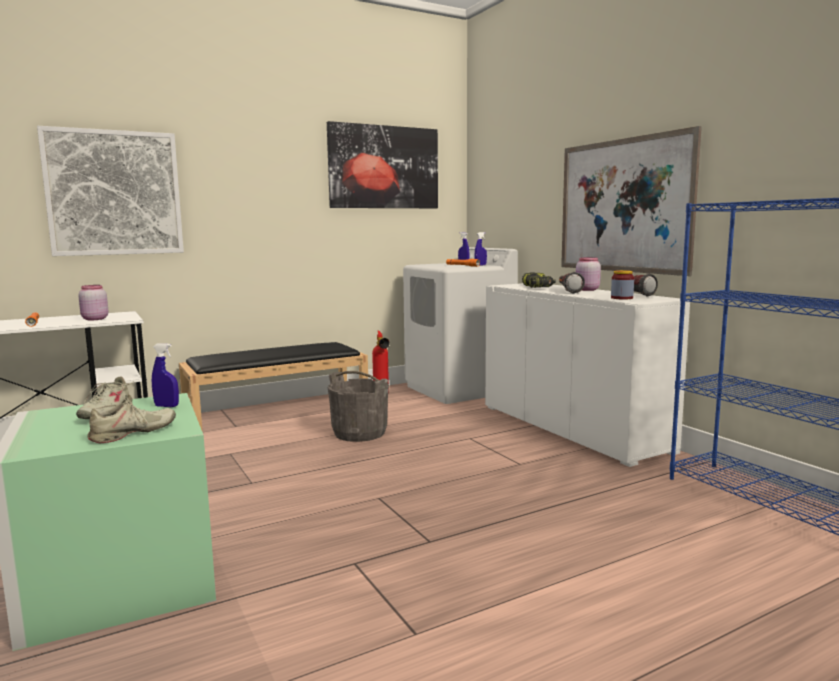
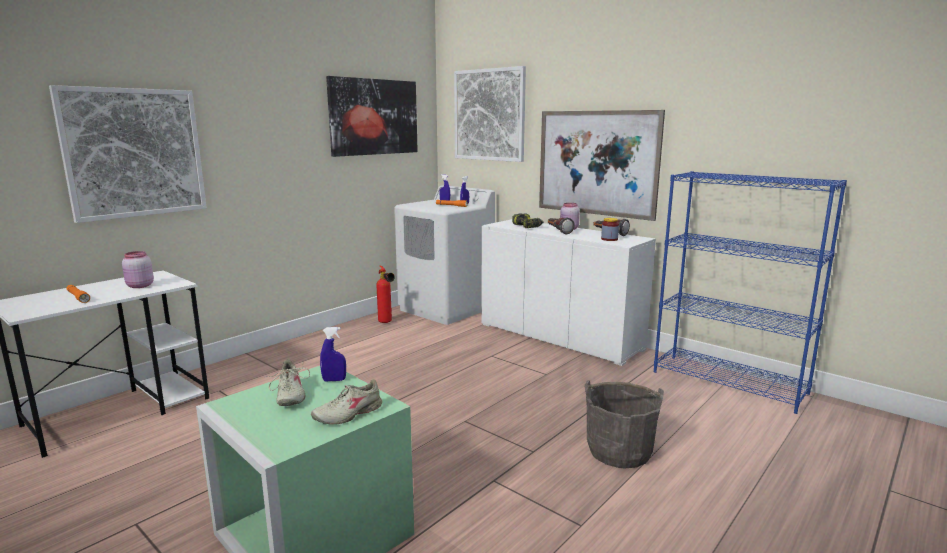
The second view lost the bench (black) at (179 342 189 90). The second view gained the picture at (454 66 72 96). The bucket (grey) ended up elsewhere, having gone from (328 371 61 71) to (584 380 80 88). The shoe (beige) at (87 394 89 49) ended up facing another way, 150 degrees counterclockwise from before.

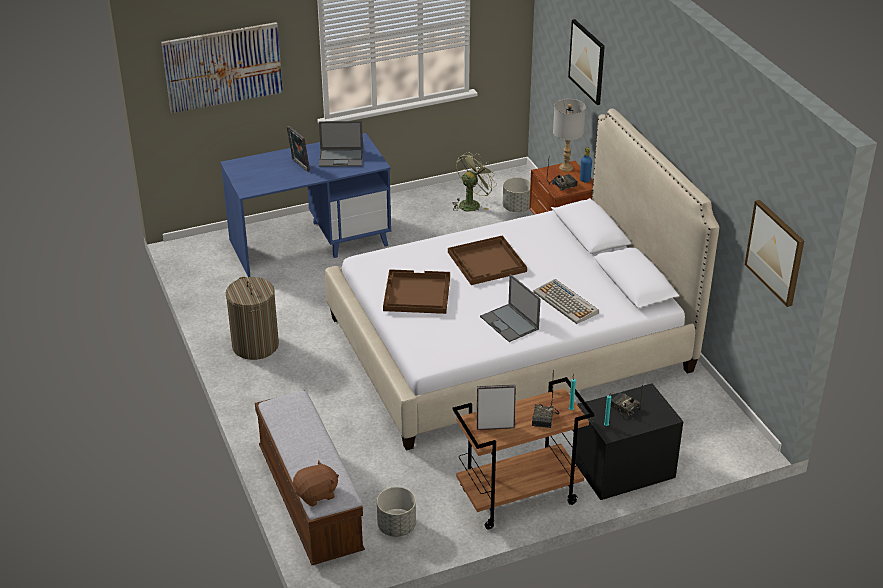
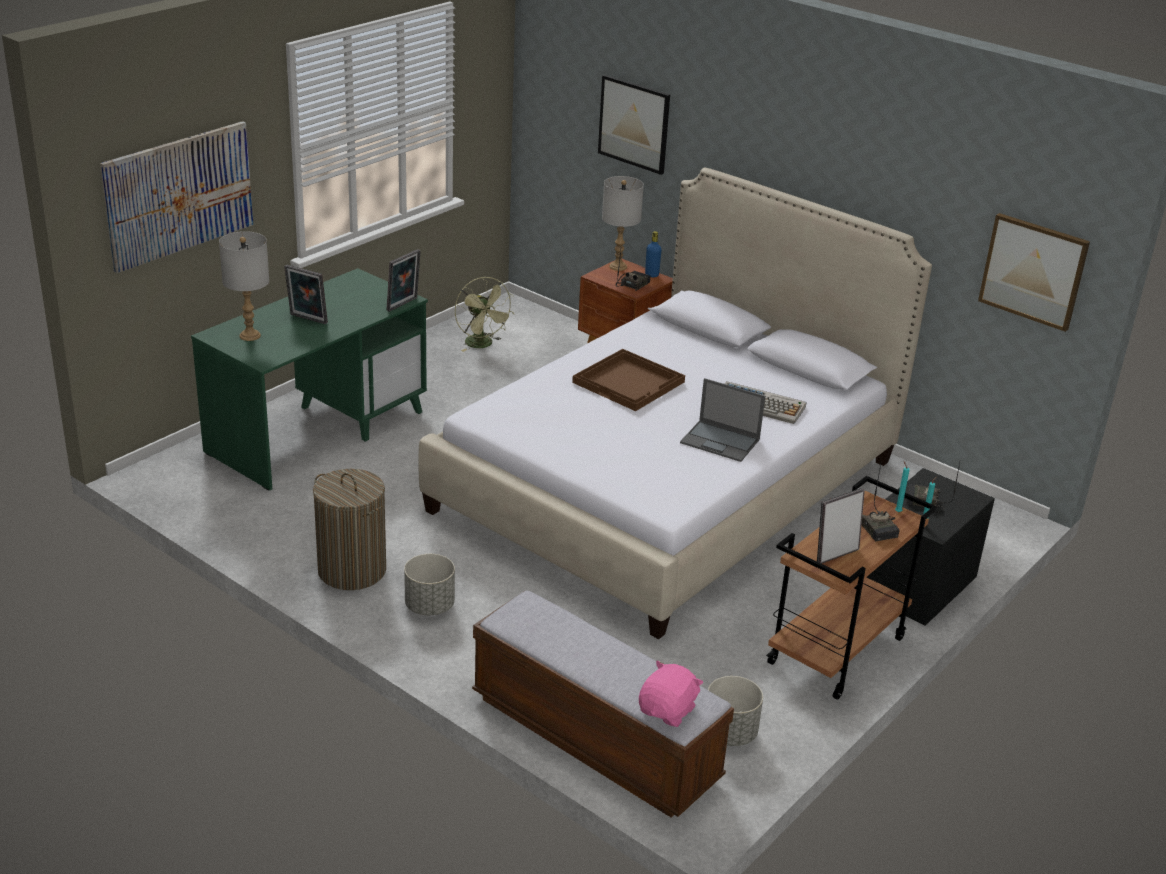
The second view lost the laptop at (319 121 44 46). The second view lost the tray (brown) at (383 269 67 45). The second view gained the table lamp (grey) at (219 231 50 110). The second view gained the picture frame at (387 249 34 63). The planter (grey) ended up elsewhere, having gone from (503 177 27 35) to (404 554 51 61). What was the desk (blue) at (220 133 172 144) turned into the desk (green) at (191 268 237 223). What was the plush toy (brown) at (293 461 46 45) turned into the plush toy (pink) at (639 661 64 66). The fan (green) at (452 152 43 60) ended up facing another way, 135 degrees clockwise from before.

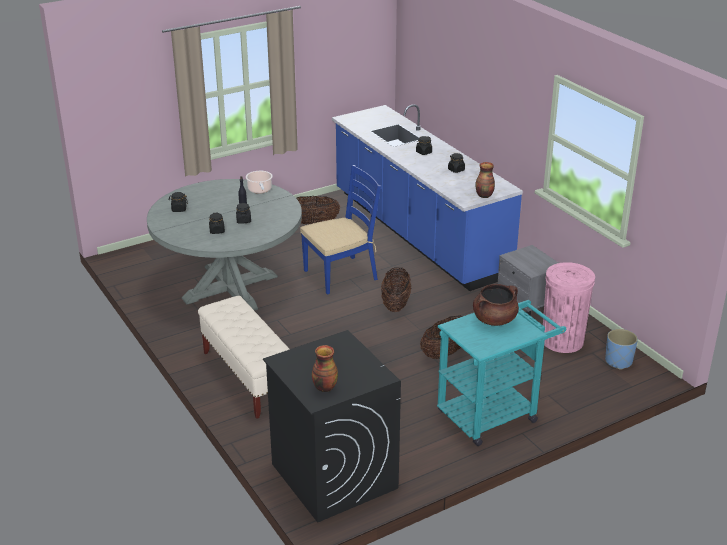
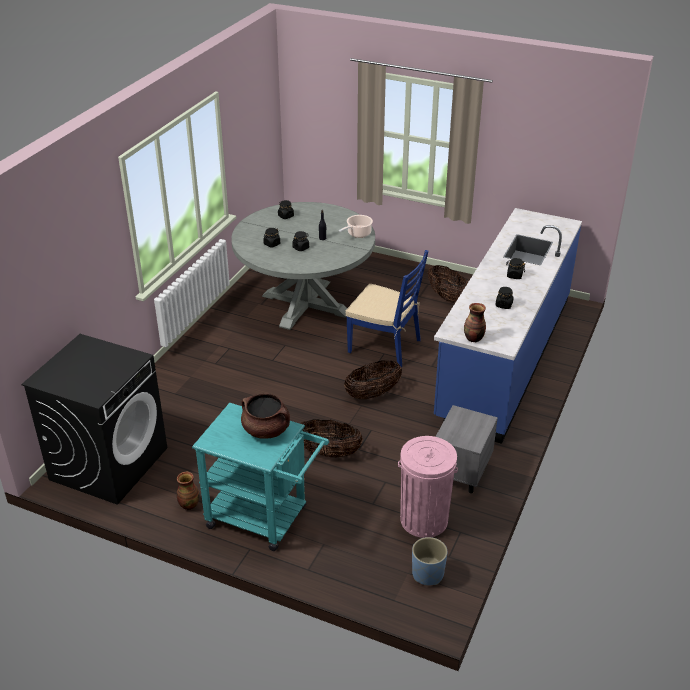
The second view lost the bench (beige) at (198 296 92 123). The vase ended up elsewhere, having gone from (312 345 26 47) to (177 472 22 38).

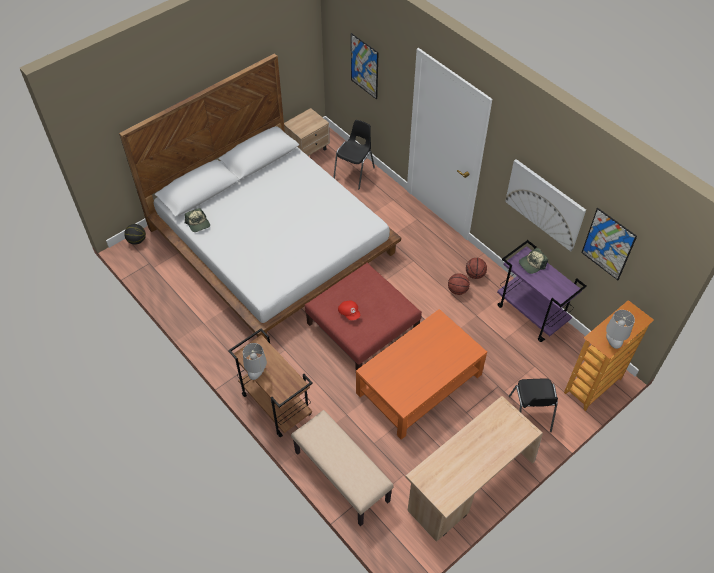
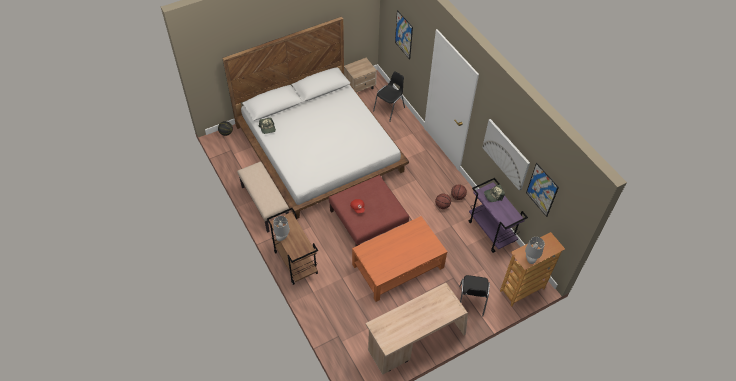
The bench (beige) ended up elsewhere, having gone from (291 410 103 116) to (237 161 52 72).

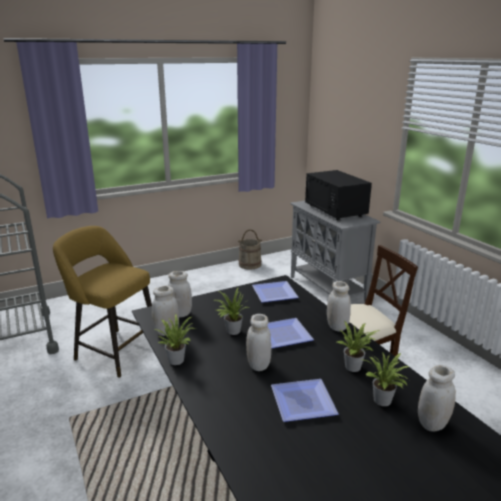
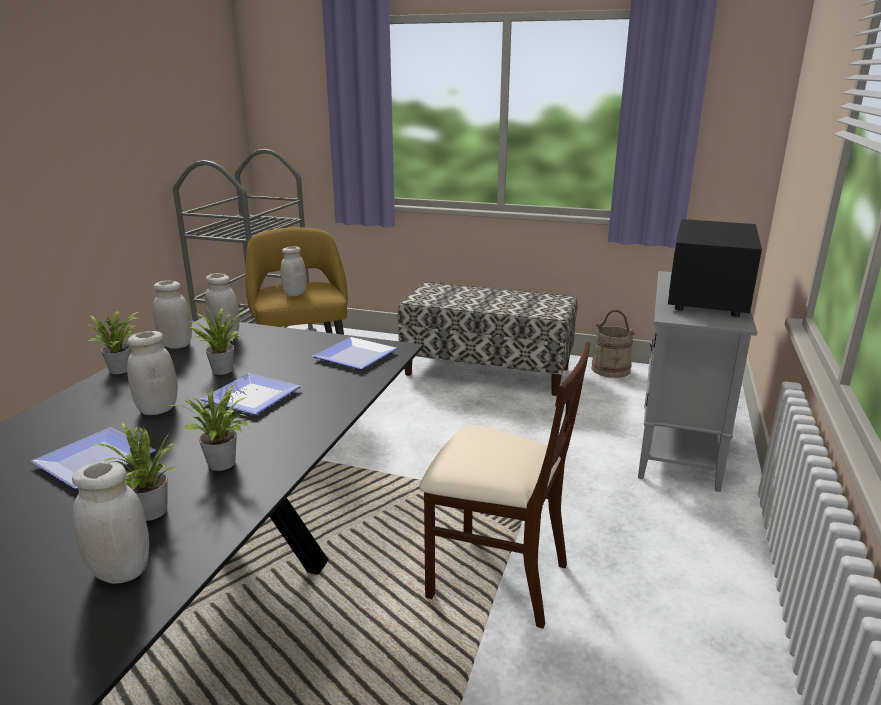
The second view gained the bench at (398 282 179 114). The jar (white) ended up elsewhere, having gone from (327 281 24 50) to (281 246 26 50).

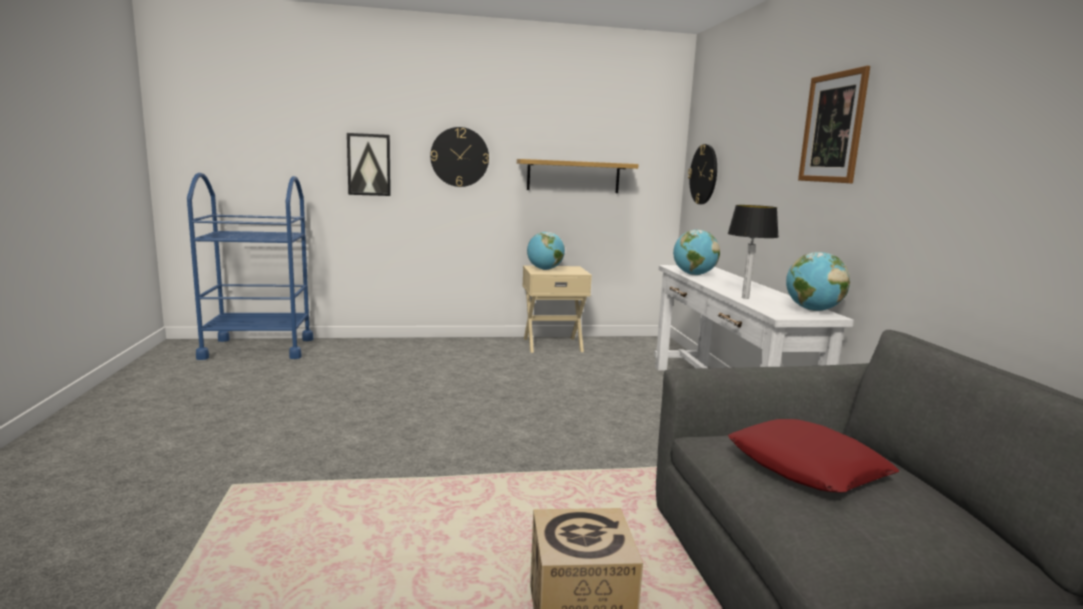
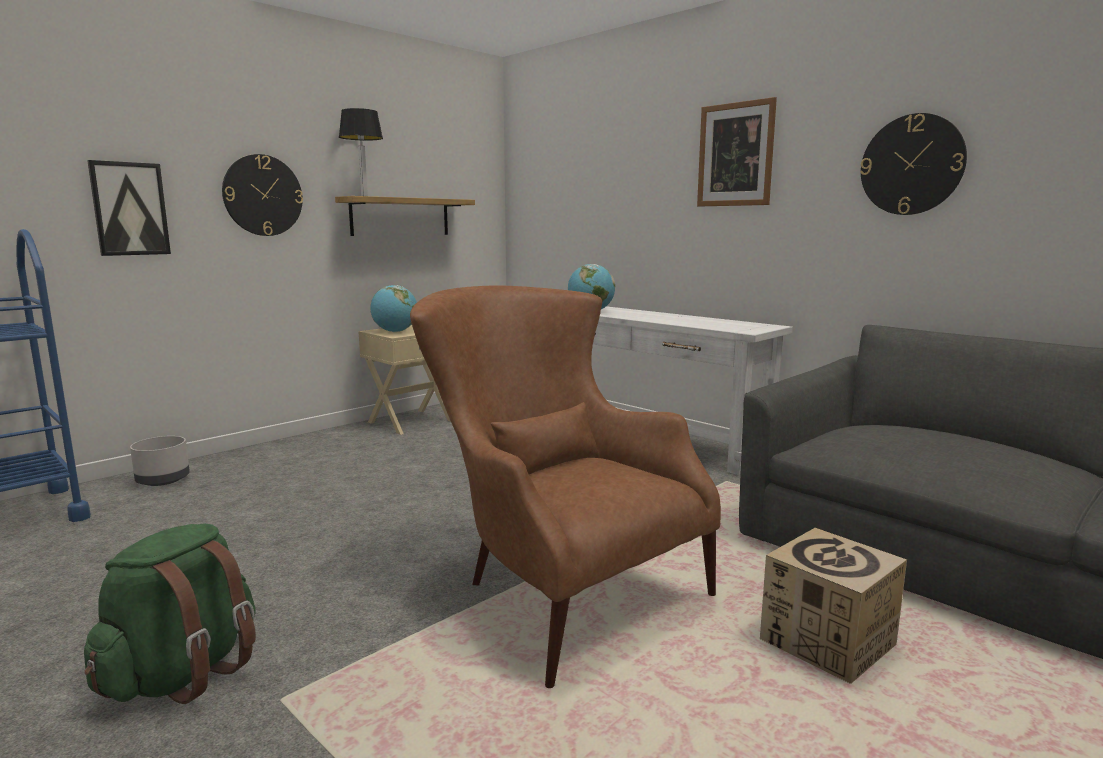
The second view lost the pillow (red) at (728 419 171 73). The second view lost the globe at (786 252 64 59). The second view gained the backpack (green) at (84 523 172 181). The second view gained the planter (grey) at (130 436 60 50). The second view gained the armchair (brown) at (410 286 311 402). The wall clock ended up elsewhere, having gone from (688 144 29 60) to (860 113 107 102). The table lamp ended up elsewhere, having gone from (727 205 52 94) to (339 108 44 88).

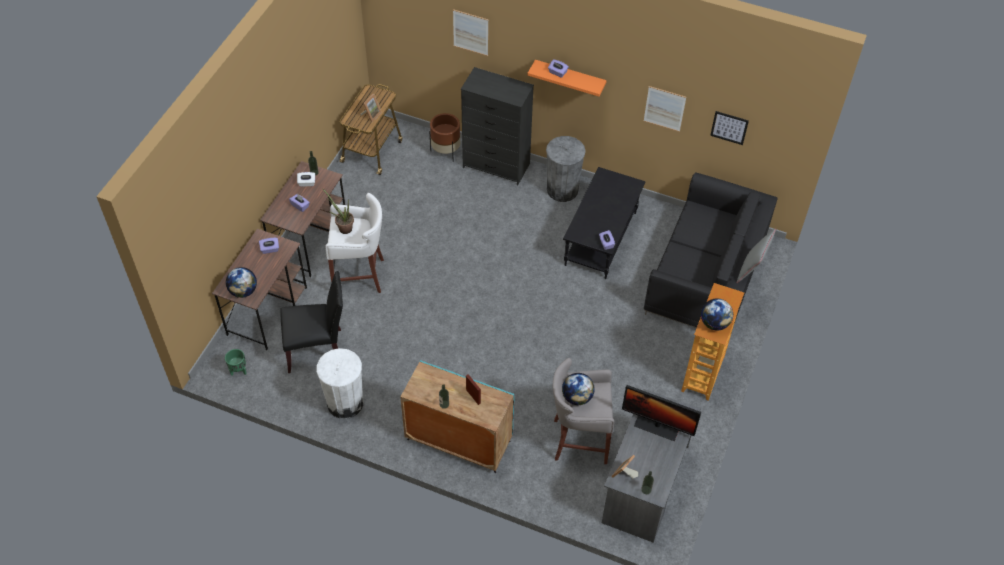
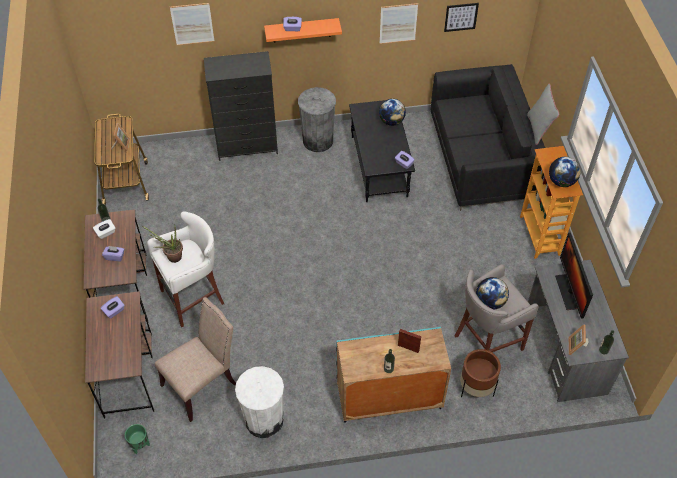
The globe ended up elsewhere, having gone from (226 267 31 31) to (379 99 27 27). The planter (brown) ended up elsewhere, having gone from (430 113 30 49) to (460 349 41 48). What was the chair (black) at (280 271 63 102) turned into the chair (beige) at (155 297 81 125). The monitor at (622 385 79 56) ended up facing another way, 90 degrees clockwise from before.

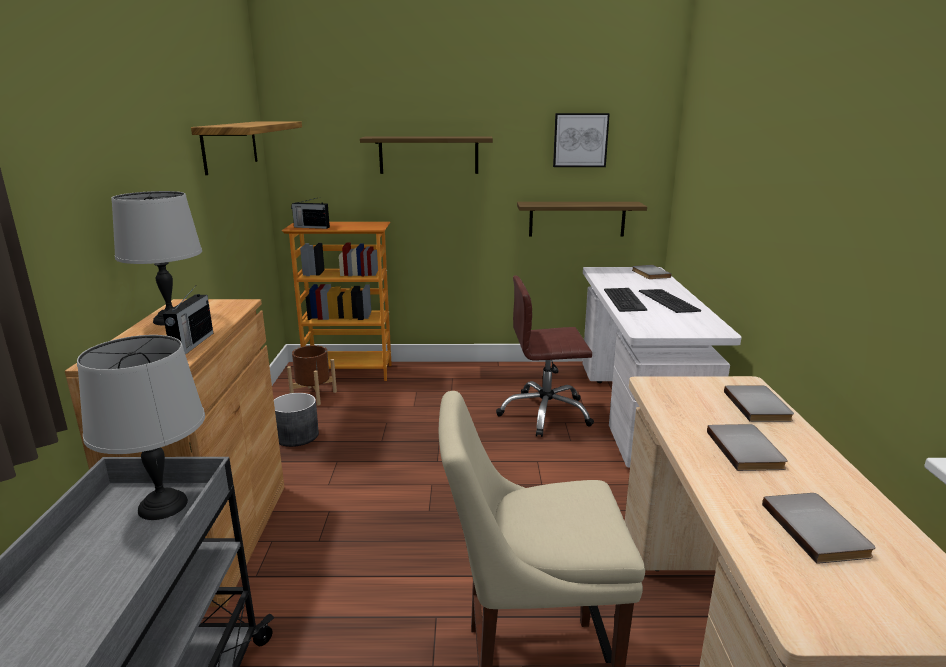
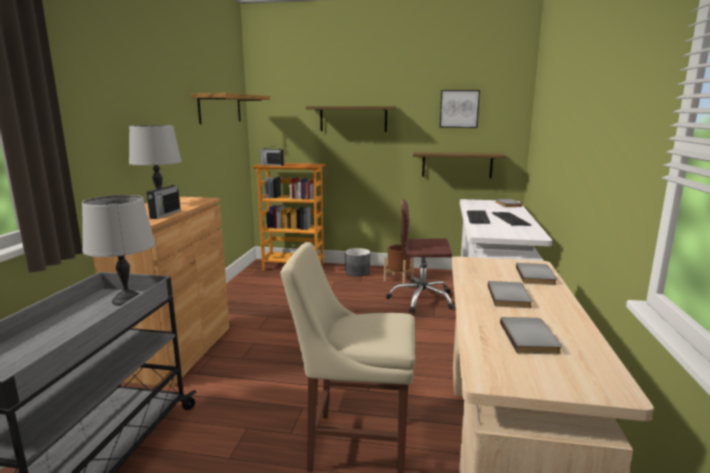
The planter (grey) ended up elsewhere, having gone from (274 393 45 54) to (345 248 25 29). The planter (brown) ended up elsewhere, having gone from (287 345 50 61) to (384 245 30 39).

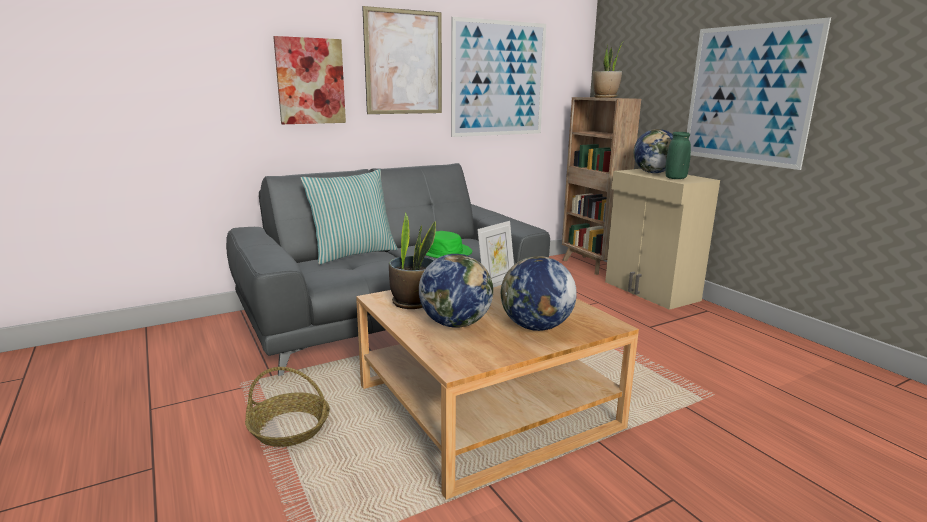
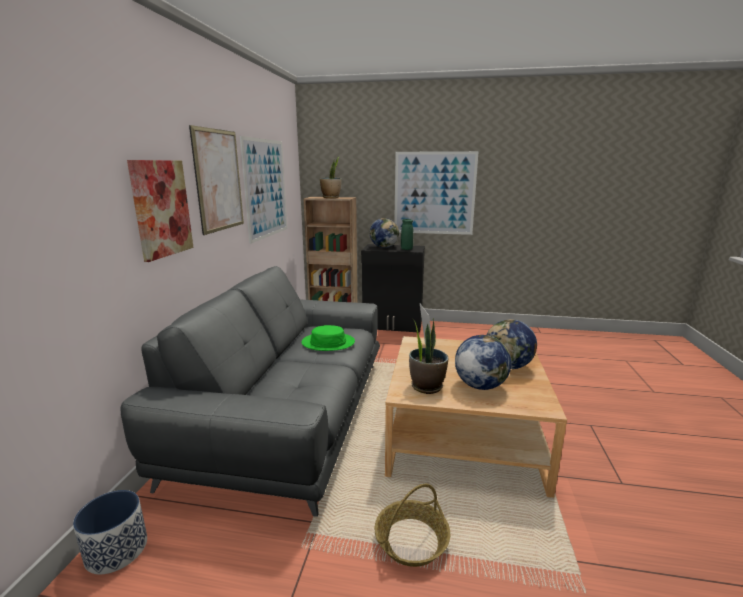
The second view lost the pillow at (301 169 97 96). The second view gained the planter at (73 490 74 85). What was the cabinet (beige) at (605 169 115 141) turned into the cabinet (black) at (361 244 64 89).

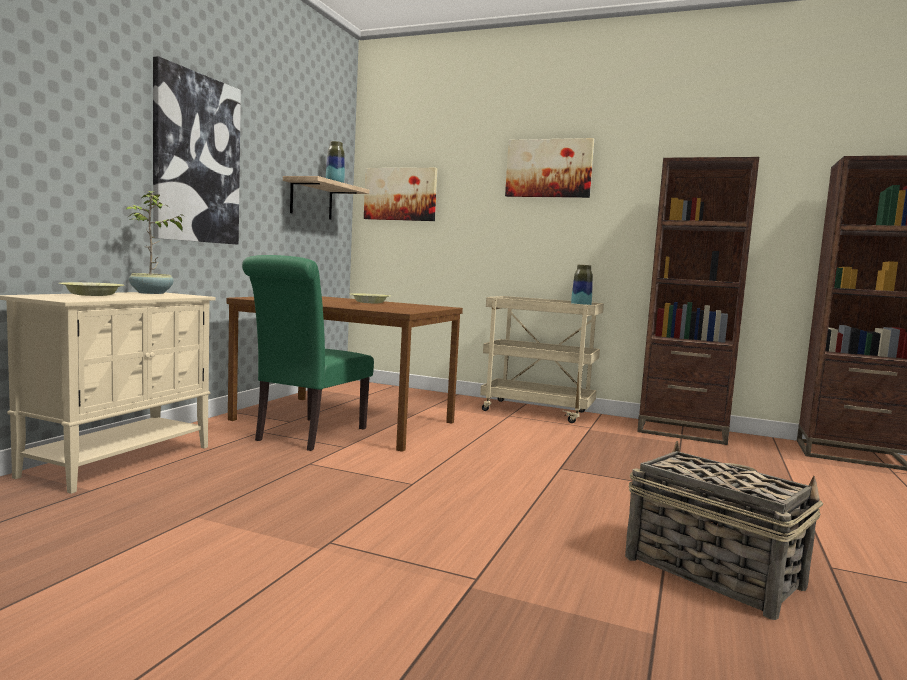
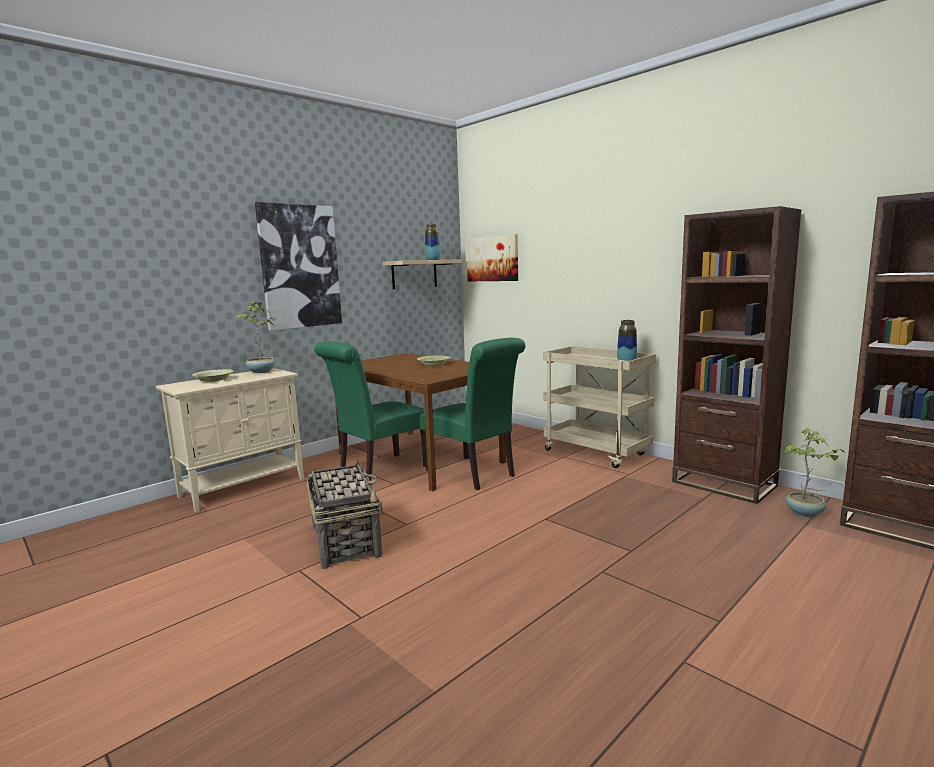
The second view lost the picture at (505 138 89 60). The second view gained the chair (green) at (419 338 107 152). The second view gained the potted plant at (784 428 60 89). The basket ended up elsewhere, having gone from (625 441 198 179) to (307 458 76 111).

